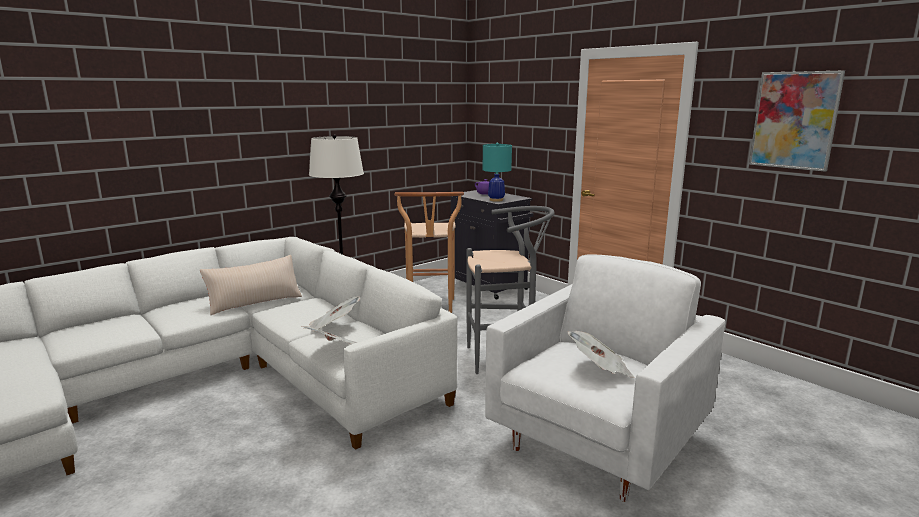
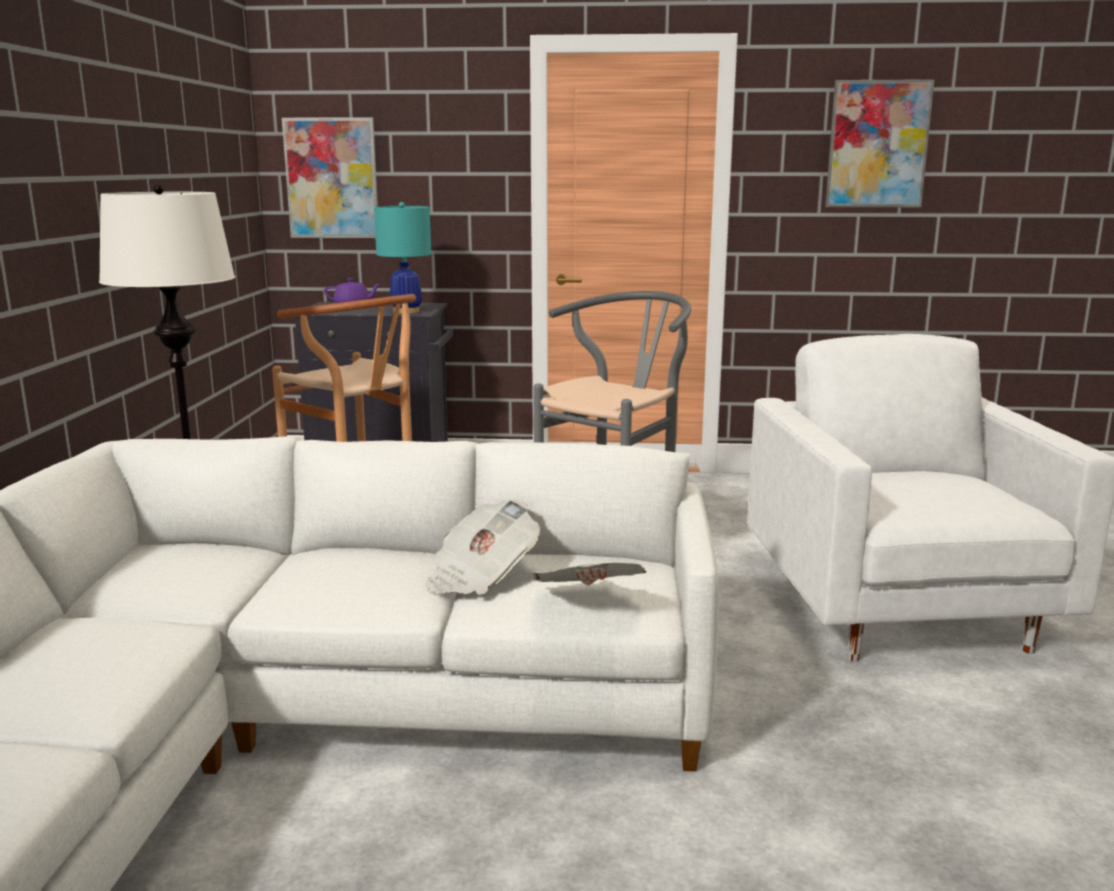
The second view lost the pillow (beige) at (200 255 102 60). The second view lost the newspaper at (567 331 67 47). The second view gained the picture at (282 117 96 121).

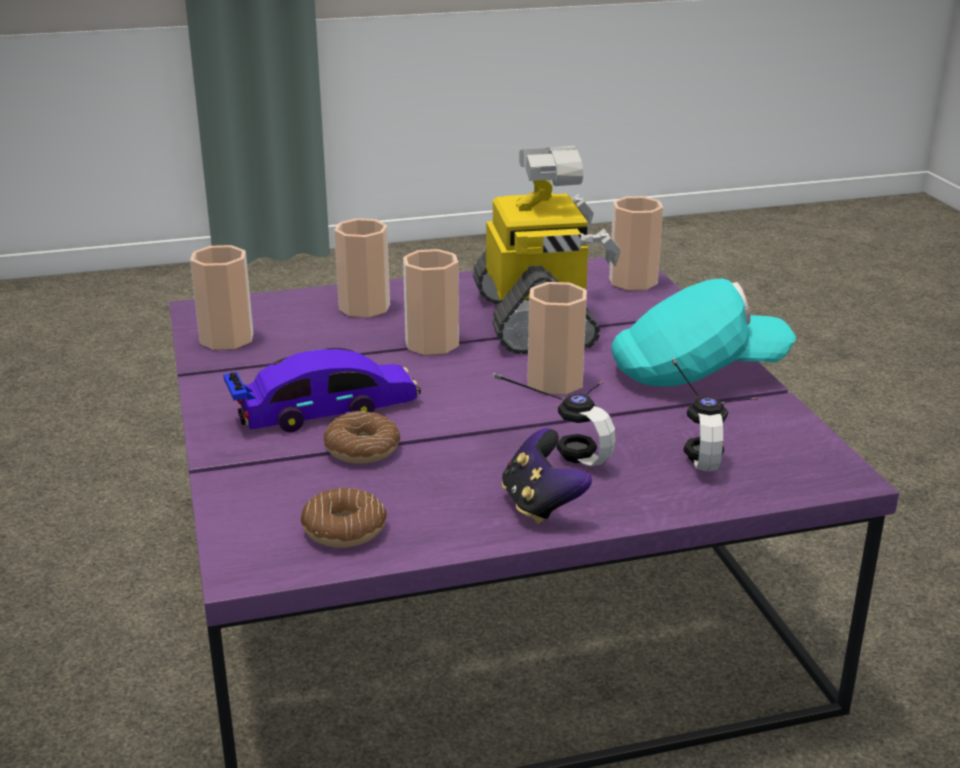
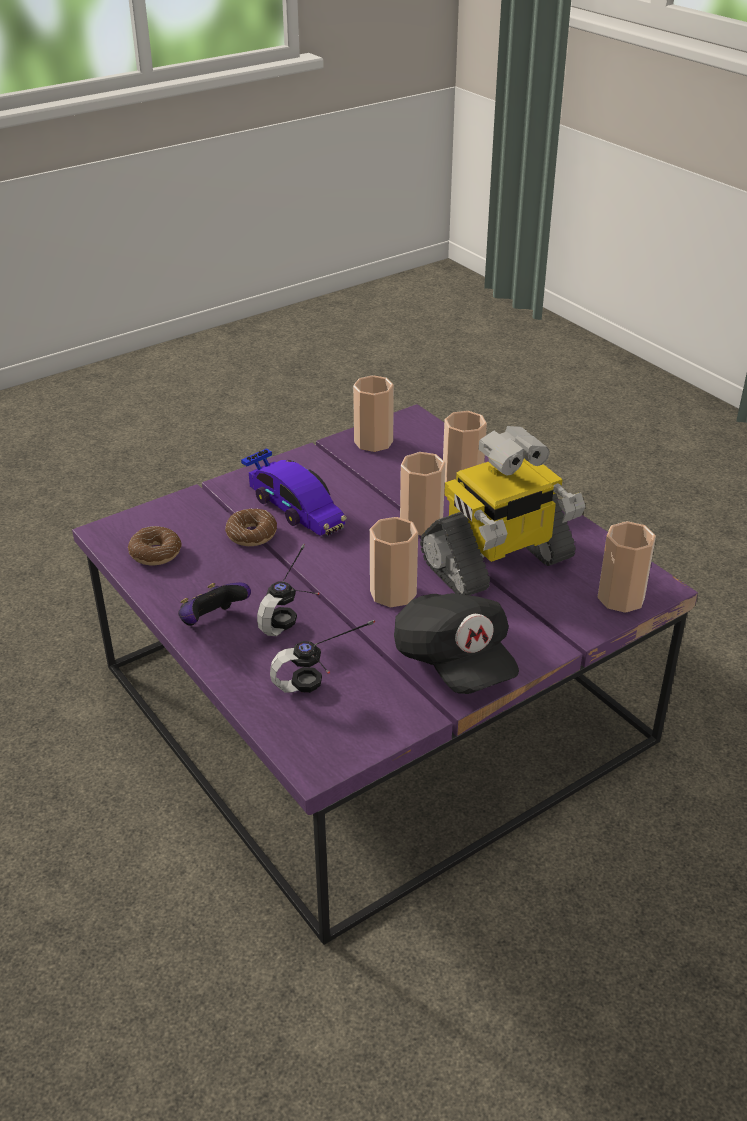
What was the cap (turquoise) at (611 278 185 109) turned into the cap (black) at (394 593 125 101).

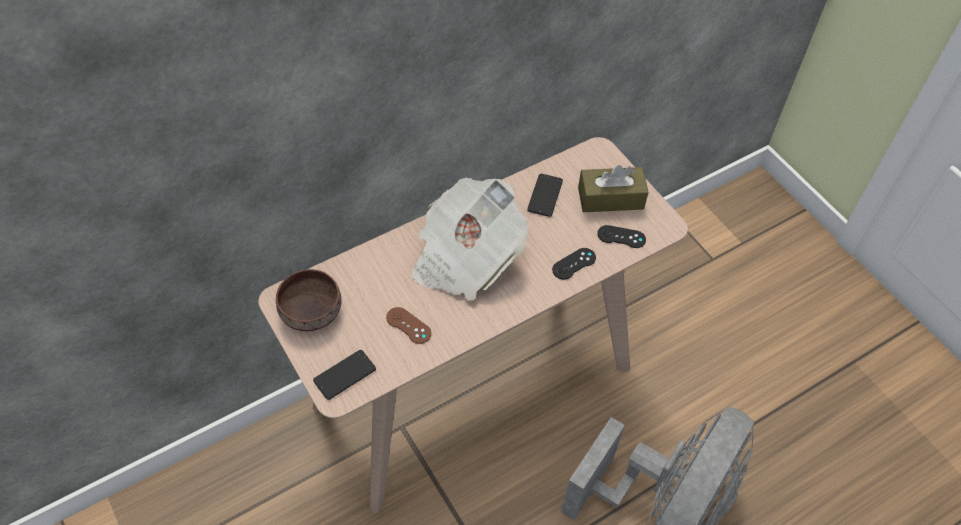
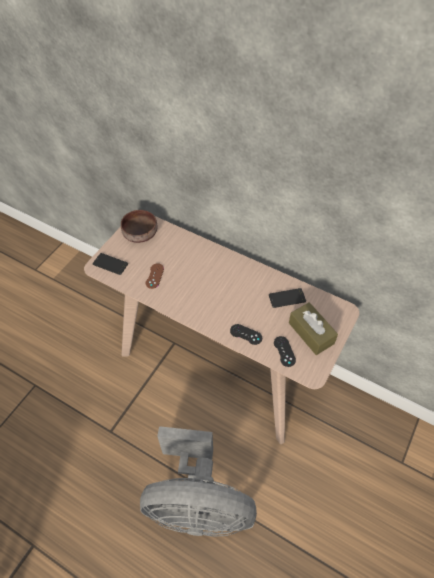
The second view lost the newspaper at (412 177 116 123).

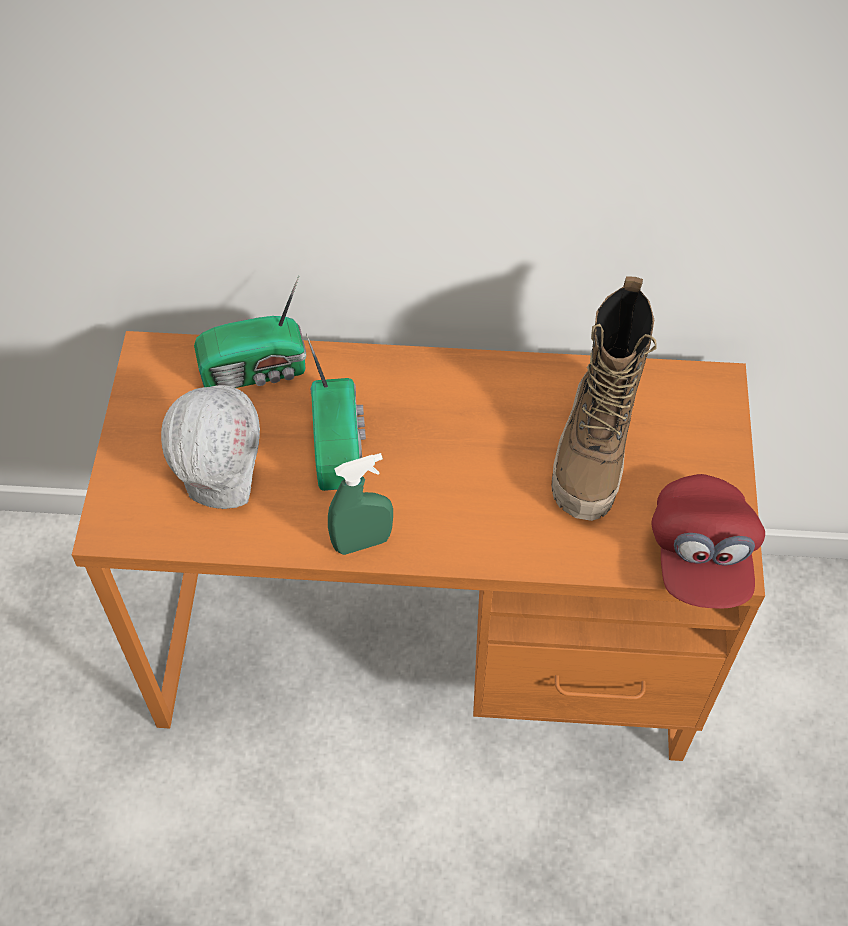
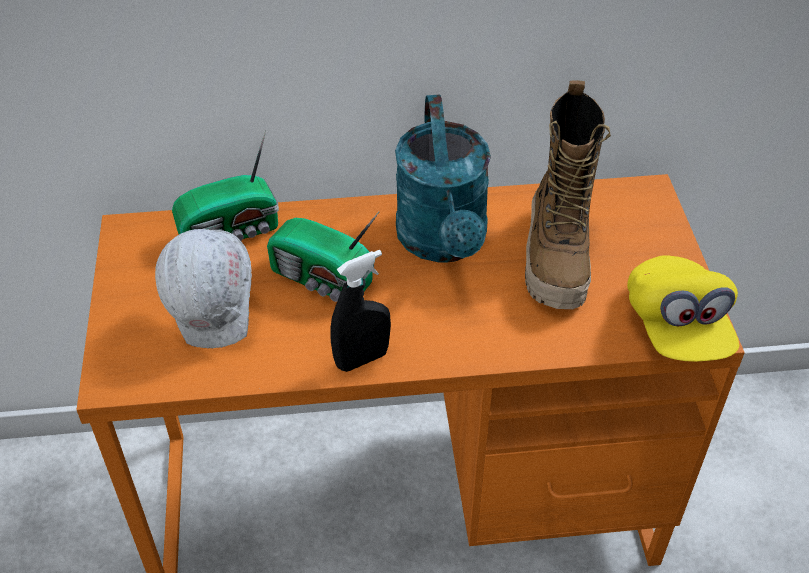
The second view gained the watering can (turquoise) at (395 95 96 168). What was the spray bottle (green) at (328 453 65 102) turned into the spray bottle (black) at (330 250 61 122). What was the cap (red) at (651 474 114 135) turned into the cap (yellow) at (627 255 112 107). The radio at (306 334 60 157) ended up facing another way, 135 degrees clockwise from before.

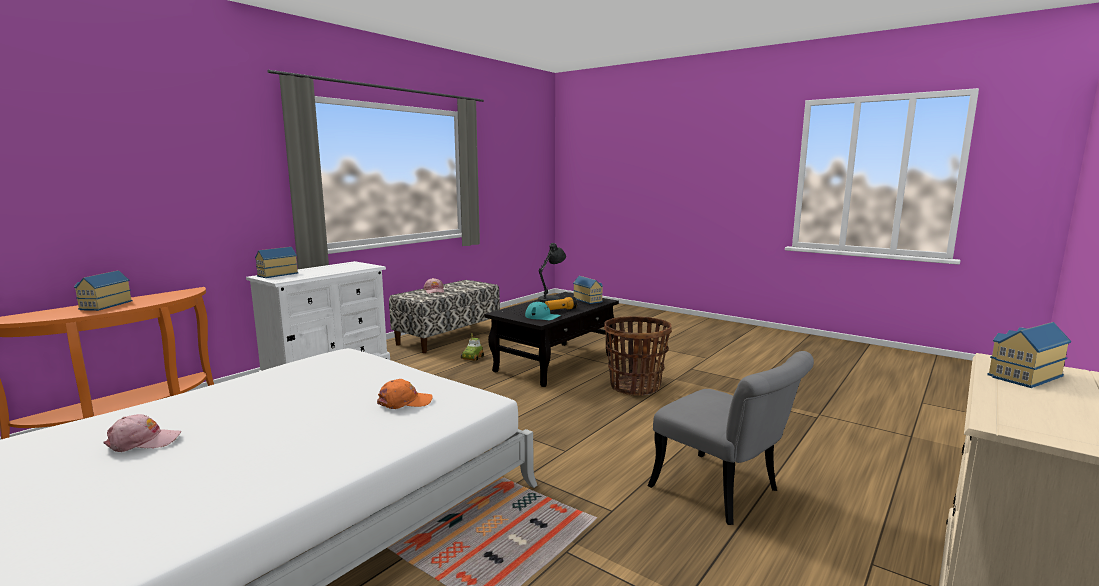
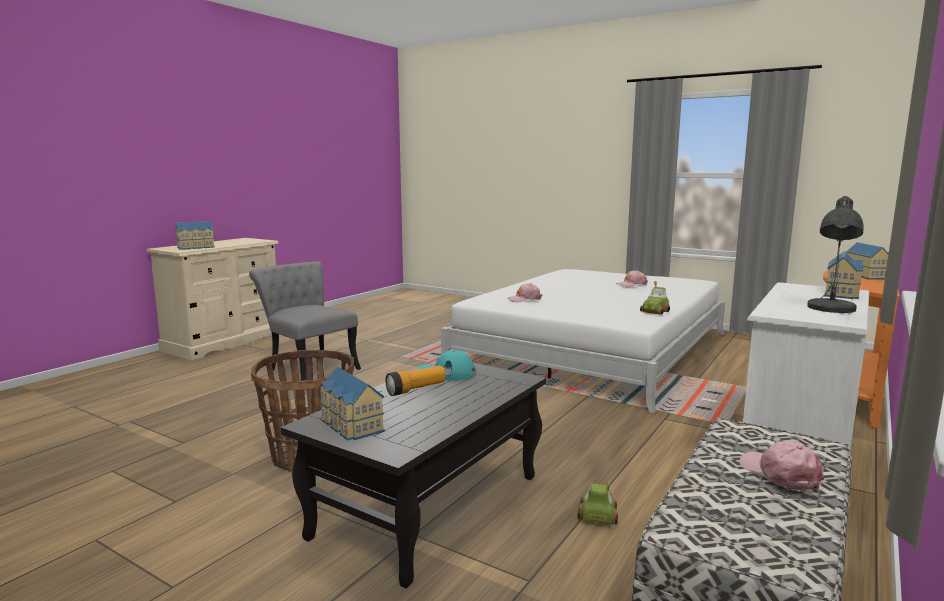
The second view gained the toy car at (640 281 30 34). The table lamp (grey) ended up elsewhere, having gone from (538 243 28 60) to (807 196 56 117). What was the cap (orange) at (377 379 56 30) turned into the cap (pink) at (508 283 34 19).

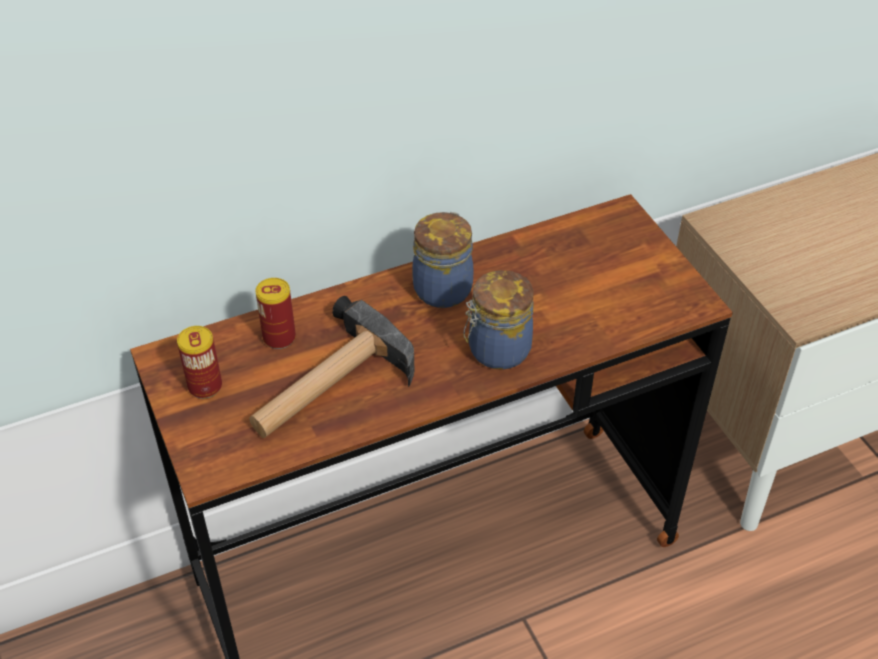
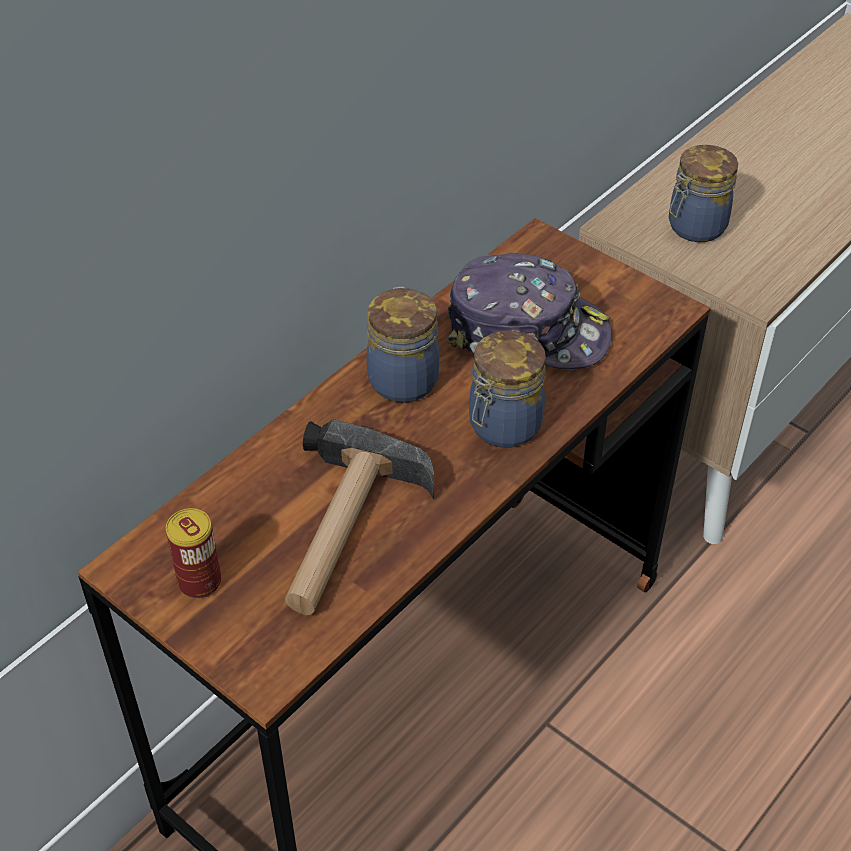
The second view lost the can at (255 278 41 71). The second view gained the cap at (447 253 165 116). The second view gained the jar at (669 145 69 97).

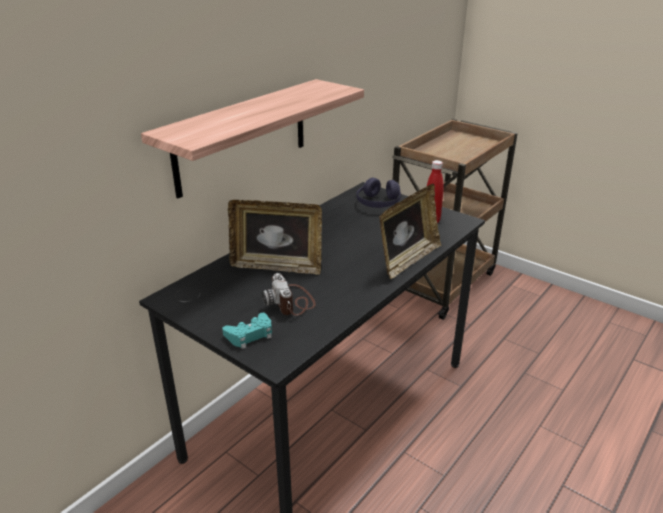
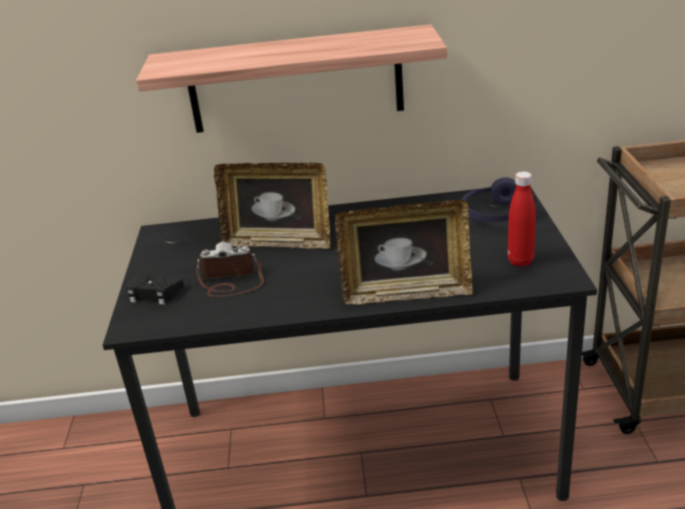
What was the game controller (turquoise) at (222 313 50 36) turned into the game controller (black) at (127 274 57 31). The picture frame at (228 200 94 75) ended up facing another way, 45 degrees counterclockwise from before. The photo camera at (262 273 54 43) ended up facing another way, 60 degrees clockwise from before.

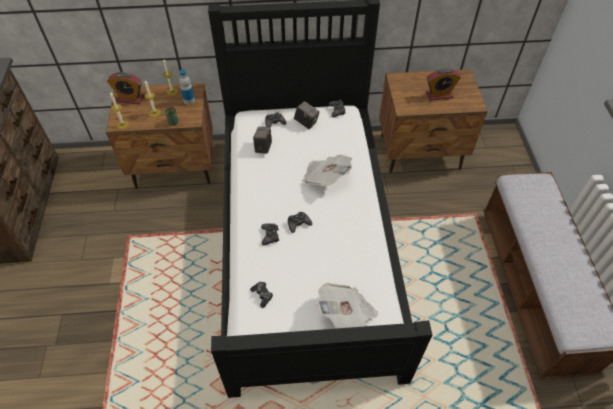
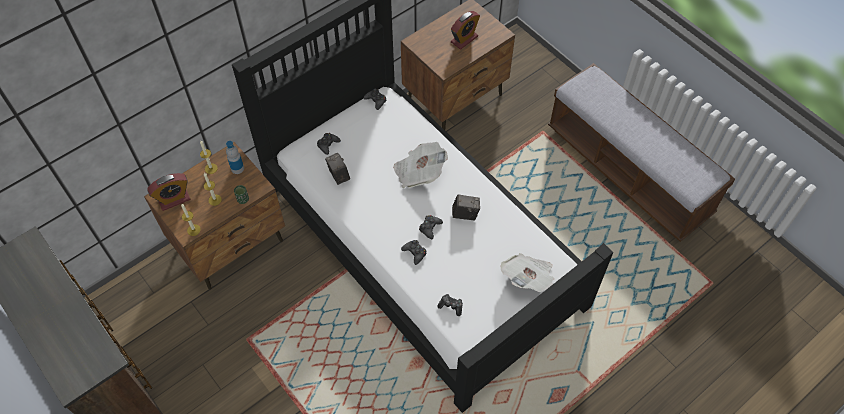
The photo camera ended up elsewhere, having gone from (294 101 26 28) to (452 194 28 26).

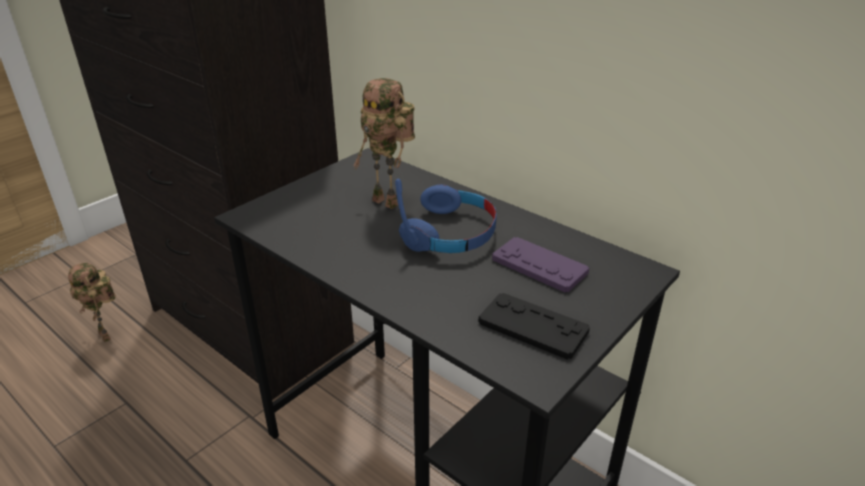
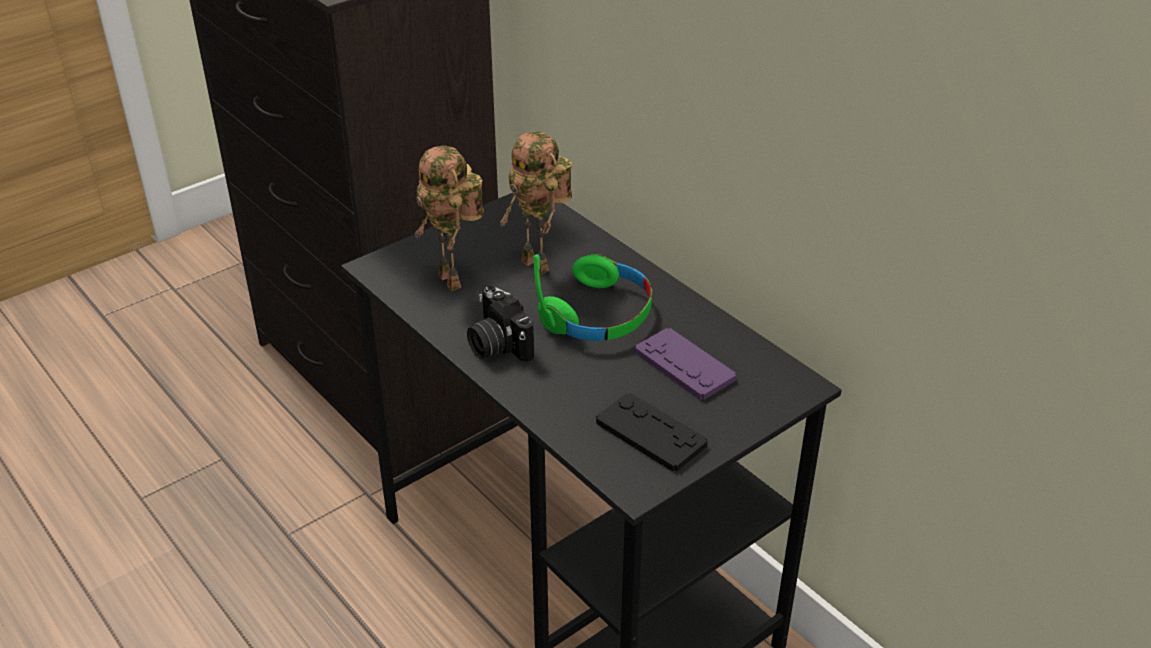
The second view gained the photo camera at (467 285 67 77). The toy robot ended up elsewhere, having gone from (68 263 48 79) to (414 146 70 145). What was the headphones (blue) at (395 179 102 74) turned into the headphones (green) at (533 254 119 87).

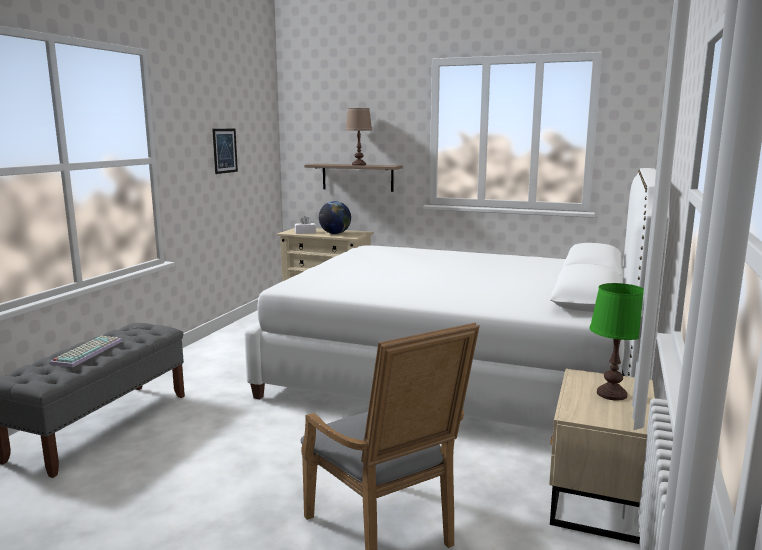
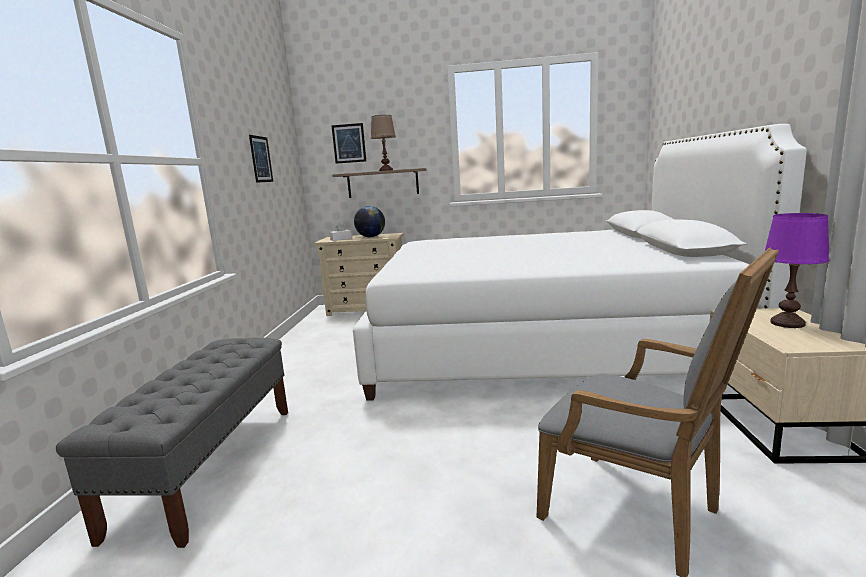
The second view lost the keyboard at (49 336 74 31). The second view gained the picture at (331 123 35 41). What was the table lamp (green) at (589 283 55 118) turned into the table lamp (purple) at (765 213 64 115).

